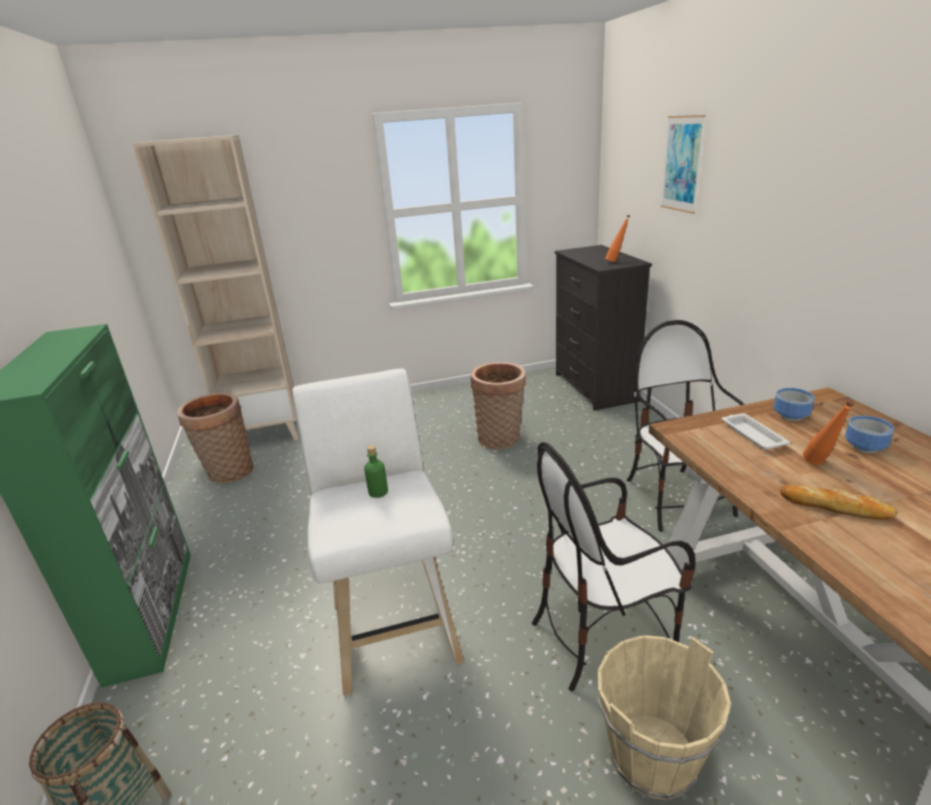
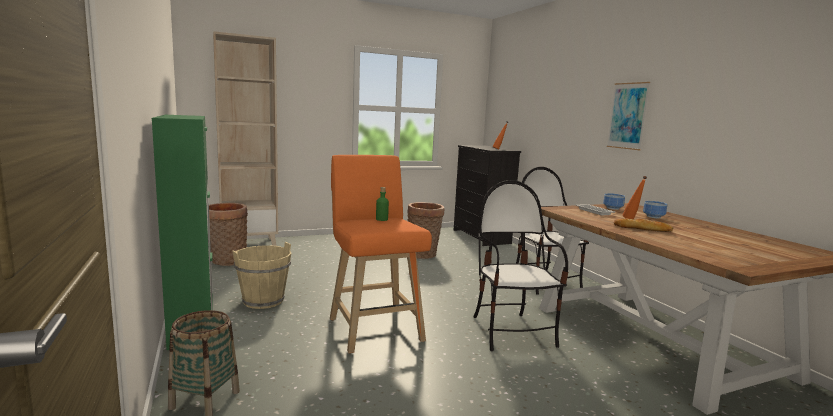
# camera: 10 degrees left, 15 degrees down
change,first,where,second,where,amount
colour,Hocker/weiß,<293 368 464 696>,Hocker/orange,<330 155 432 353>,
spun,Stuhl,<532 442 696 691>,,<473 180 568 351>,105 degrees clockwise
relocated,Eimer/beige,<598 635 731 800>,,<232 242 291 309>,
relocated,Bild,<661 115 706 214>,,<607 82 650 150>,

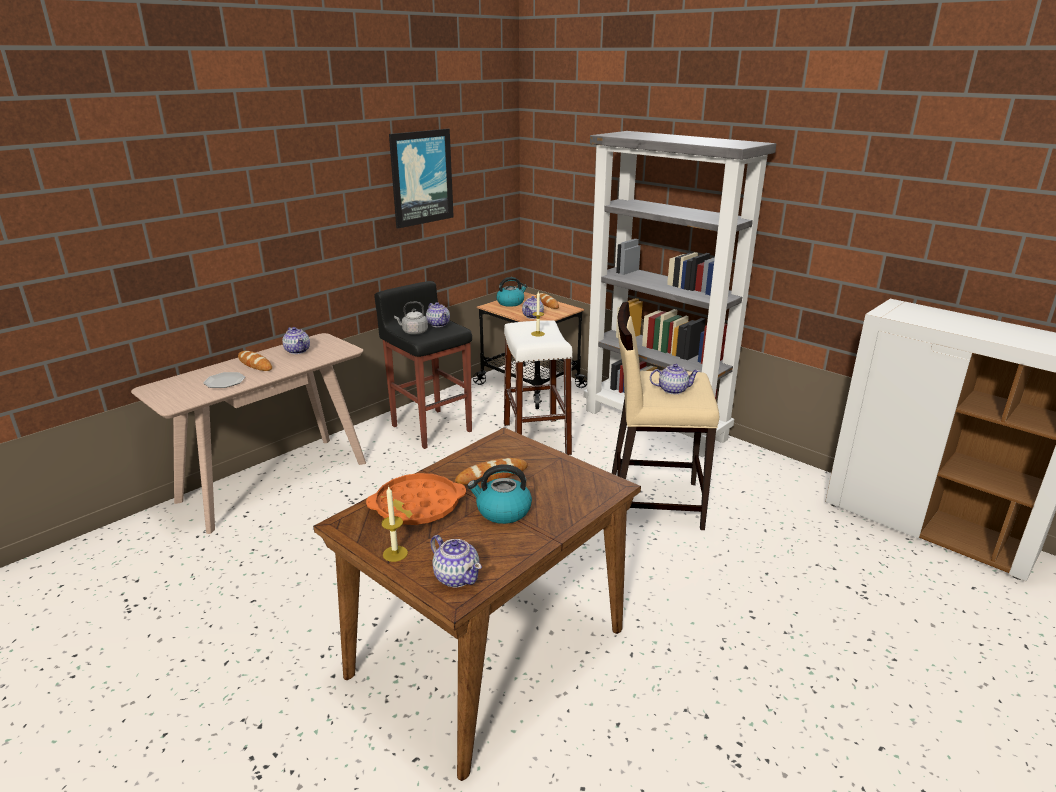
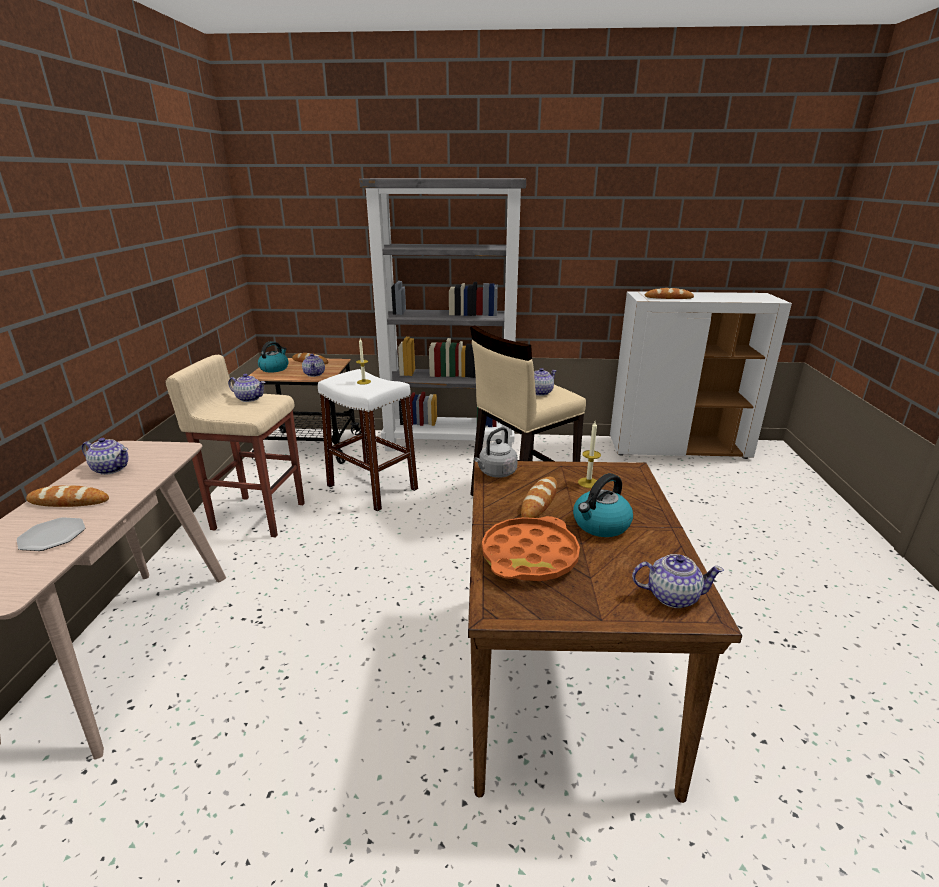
# camera: 40 degrees left, 0 degrees up
change,first,where,second,where,amount
colour,Hocker/schwarz,<374 281 472 449>,Hocker/beige,<165 355 305 537>,
relocated,Kerze,<381 487 408 562>,,<578 421 601 488>,
missing,Bild,<389 129 454 228>,,,
relocated,Wasserkessel/grau,<394 302 428 335>,,<474 427 518 478>,
appeared,,,Brot,<645 288 694 299>,

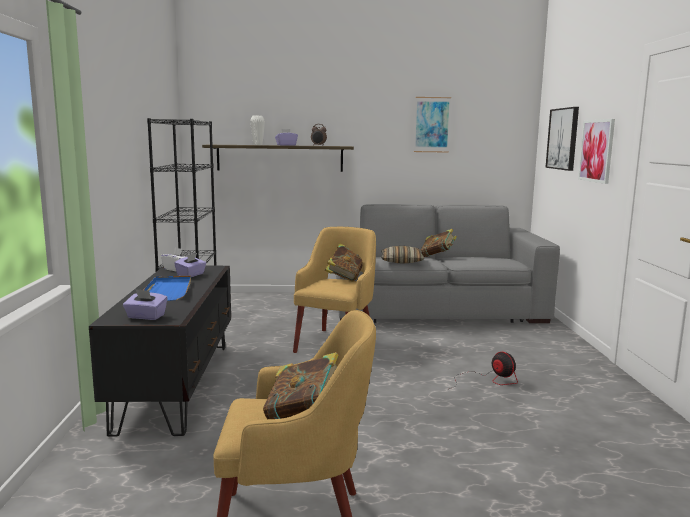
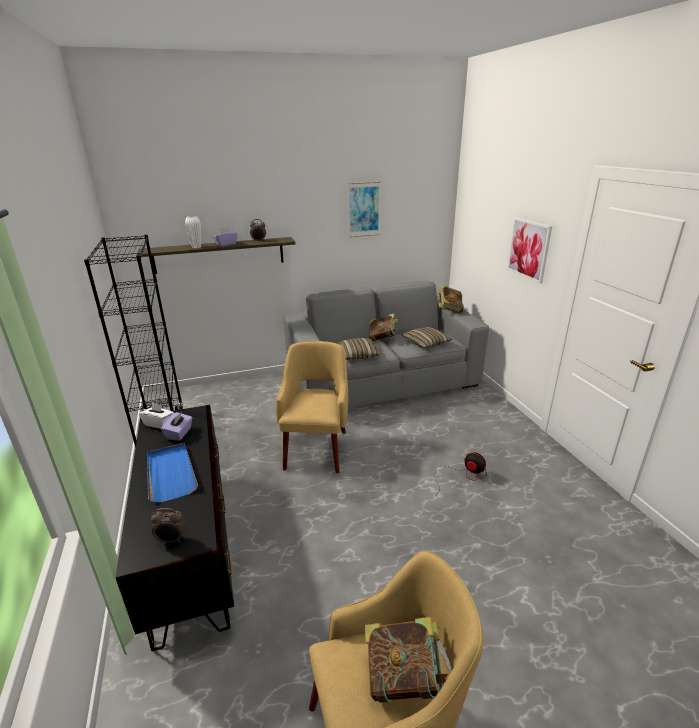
# camera: 15 degrees left, 15 degrees up
change,first,where,second,where,amount
exchanged,Taschentuchbox/lila,<123 289 168 320>,Wecker,<151 508 185 544>,
relocated,Buch,<325 243 363 282>,,<438 284 464 313>,
missing,Bild,<545 107 579 171>,,,
appeared,,,Kissen,<402 327 452 348>,

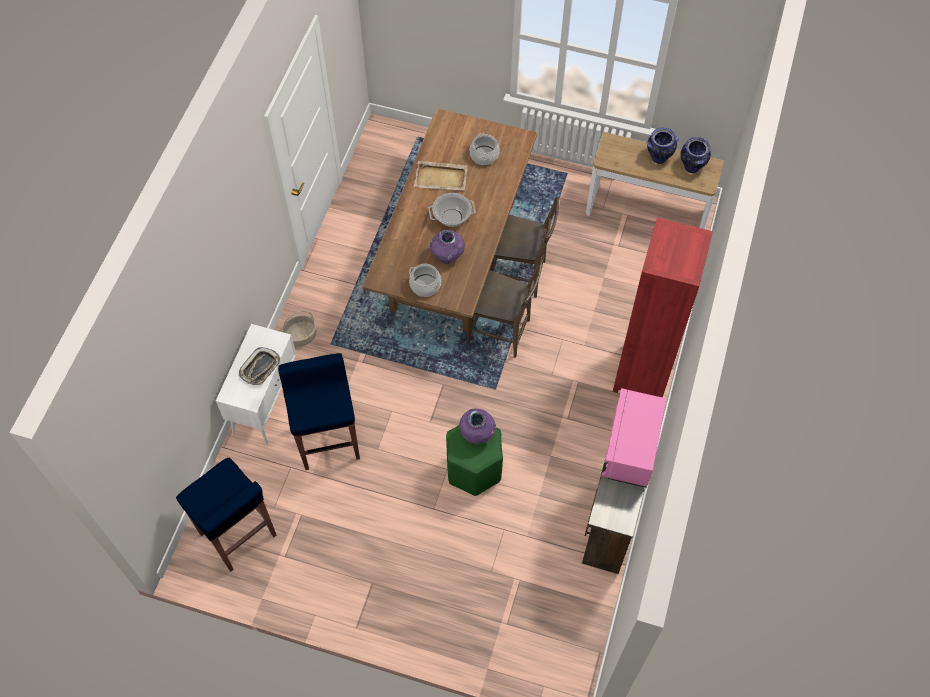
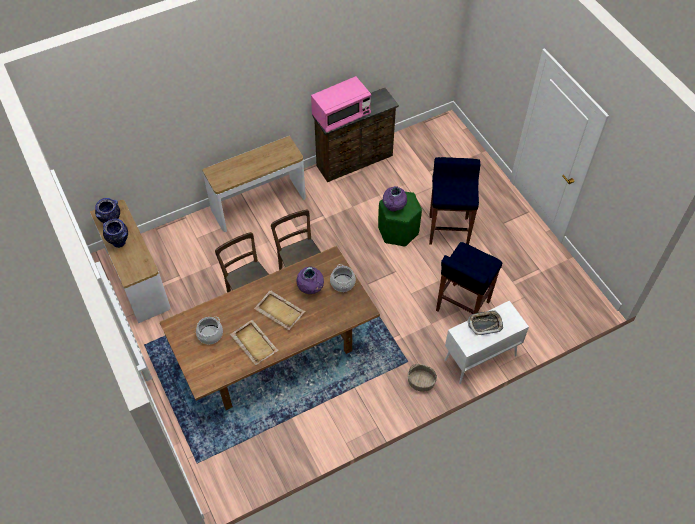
# camera: 135 degrees left, 5 degrees down
change,first,where,second,where,amount
relocated,Hocker/blau,<176 458 276 572>,,<429 157 481 245>,
exchanged,Kochtopf,<428 193 476 227>,Tablett/beige,<254 290 305 330>,
exchanged,Bücherregal/rot,<613 218 713 398>,Konsolentisch,<202 136 306 232>,

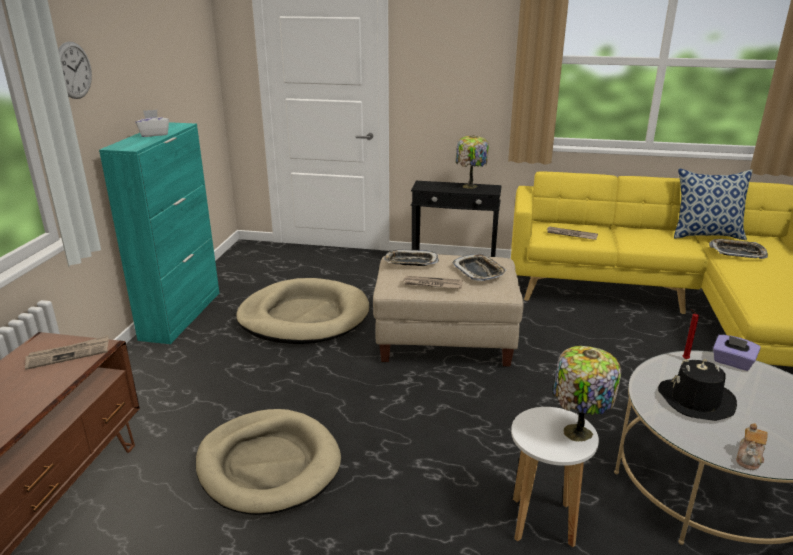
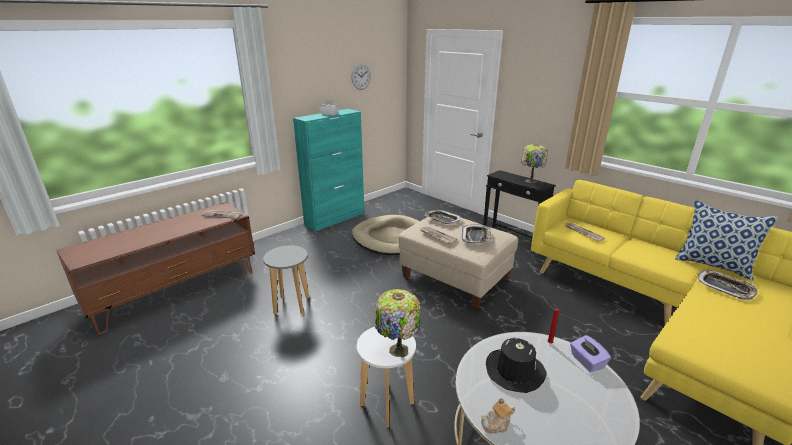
# camera: 35 degrees right, 0 degrees up
change,first,where,second,where,amount
relocated,Wanduhr,<58 42 92 99>,,<351 63 371 90>,
exchanged,Hundebett/beige,<196 409 341 515>,Hocker/grau,<263 245 310 315>,

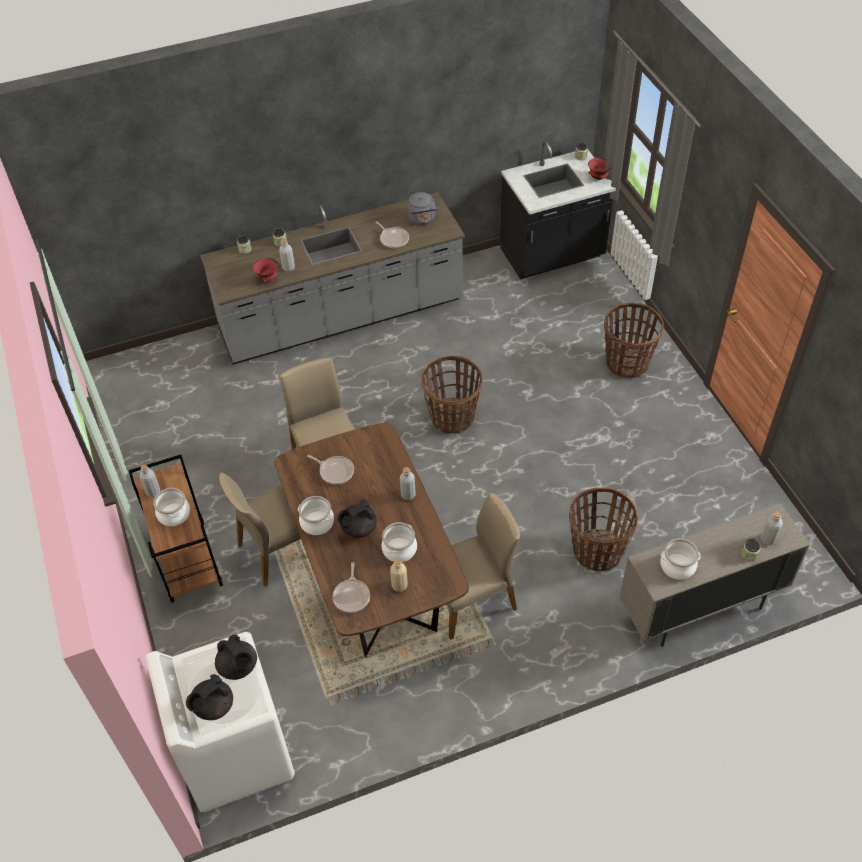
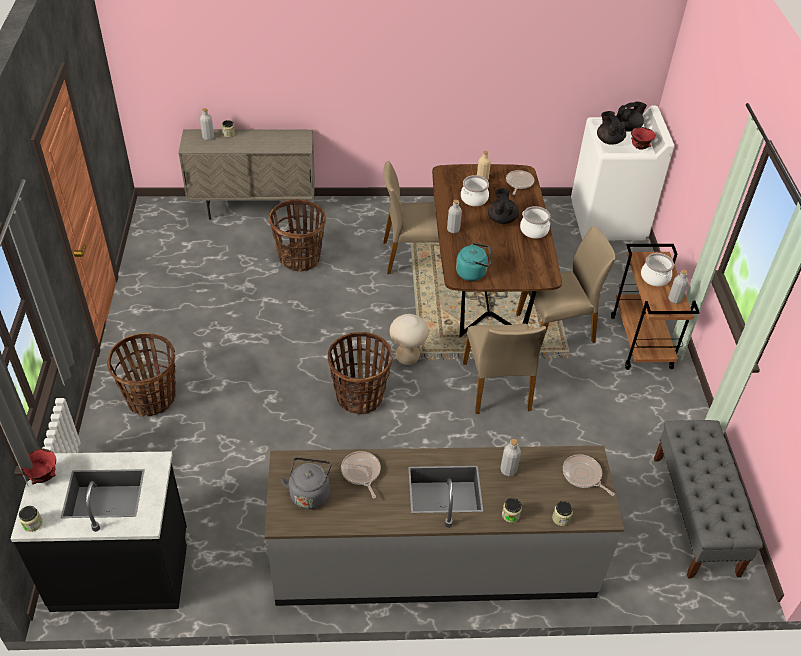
# camera: 165 degrees left, 5 degrees down
change,first,where,second,where,amount
relocated,Schüssel/rot,<253 258 278 282>,,<631 127 655 150>,
relocated,Pfanne,<307 455 354 485>,,<563 454 614 496>,
spun,Teekanne/schwarz,<337 499 377 538>,,<488 188 519 224>,75 degrees counterclockwise
missing,Kochtopf,<660 538 701 580>,,,
appeared,,,Hocker/beige,<389 314 429 365>,
appeared,,,Wasserkessel/türkis,<456 243 491 281>,
appeared,,,Bank/grau,<654 420 763 578>,

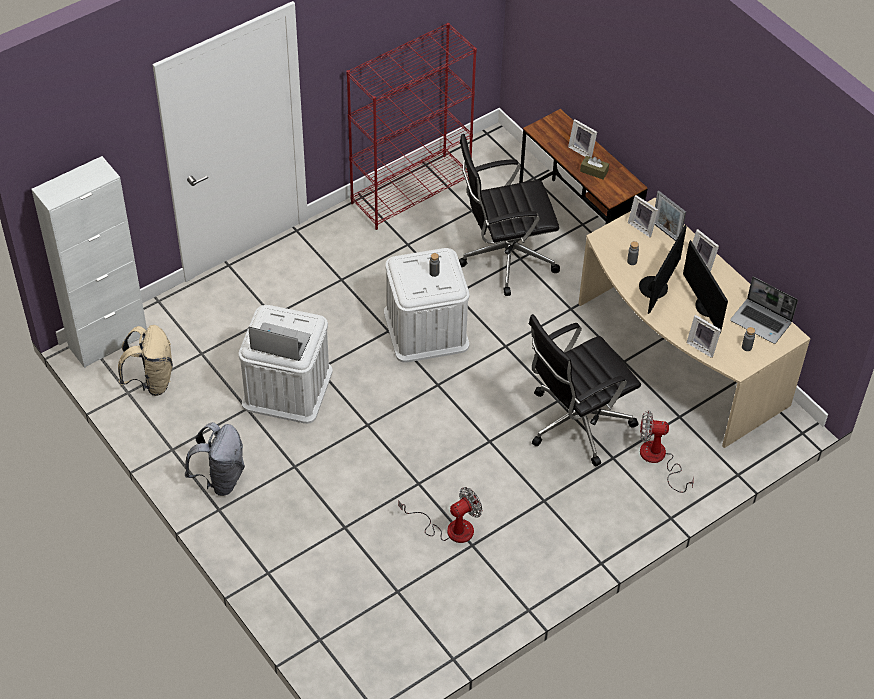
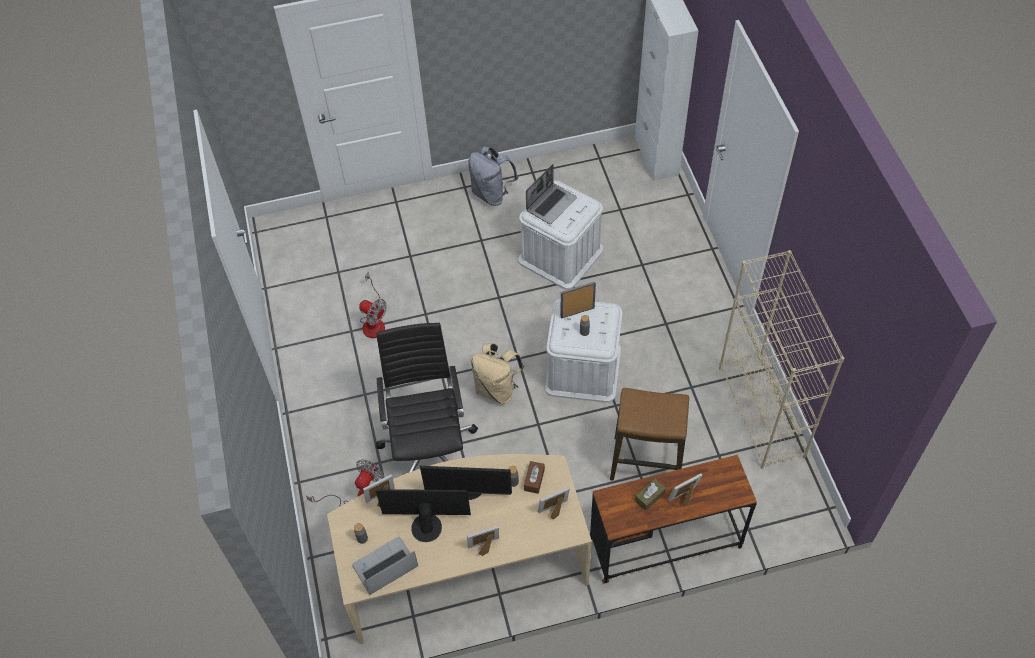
# camera: 115 degrees right, 5 degrees up
change,first,where,second,where,amount
relocated,Rucksack/beige,<118 325 173 396>,,<471 343 524 404>,
colour,Bücherregal/rot,<346 23 477 230>,Bücherregal/beige,<719 250 844 469>,
spun,Ventilator,<398 487 482 543>,,<359 272 387 338>,45 degrees counterclockwise
exchanged,Bürostuhl/schwarz,<459 134 560 296>,Hocker,<610 388 689 480>,
spun,Monitor,<639 225 687 314>,,<420 466 512 500>,45 degrees counterclockwise
relocated,Bilderrahmen,<655 191 686 241>,,<561 282 596 319>,
appeared,,,Taschentuchbox/braun,<524 461 545 494>,

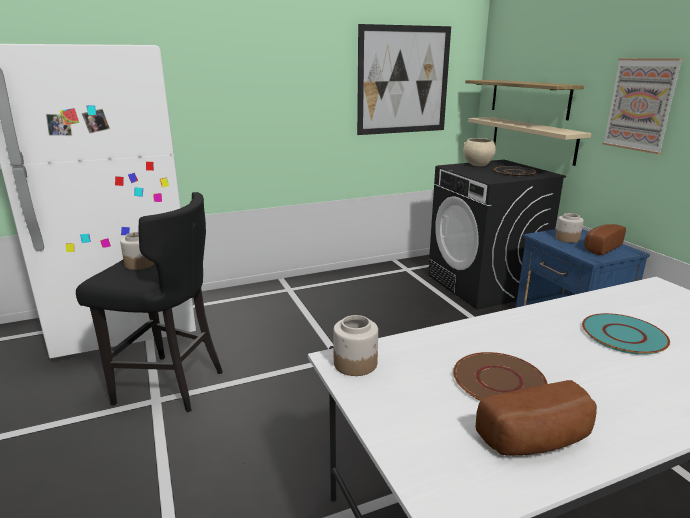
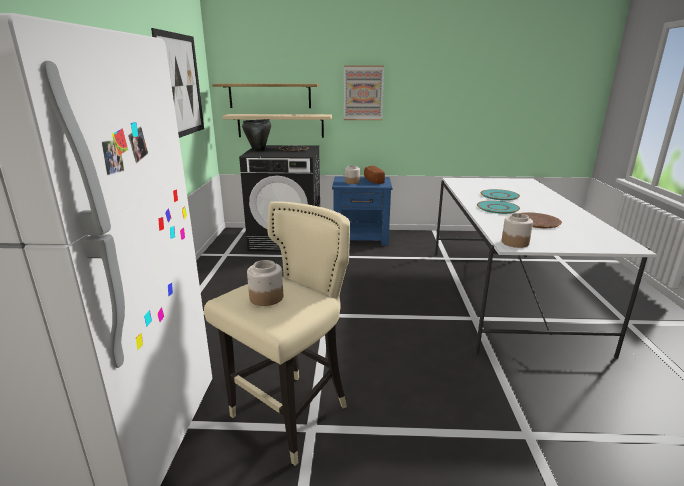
# camera: 65 degrees left, 0 degrees up
change,first,where,second,where,amount
colour,Hocker/schwarz,<76 192 222 412>,Hocker/beige,<204 202 350 466>,
exchanged,Schüssel/beige,<463 138 496 166>,Kochtopf/schwarz,<242 119 271 151>,
missing,Brot,<476 380 597 456>,,,
appeared,,,Teller/türkis,<477 200 520 214>,

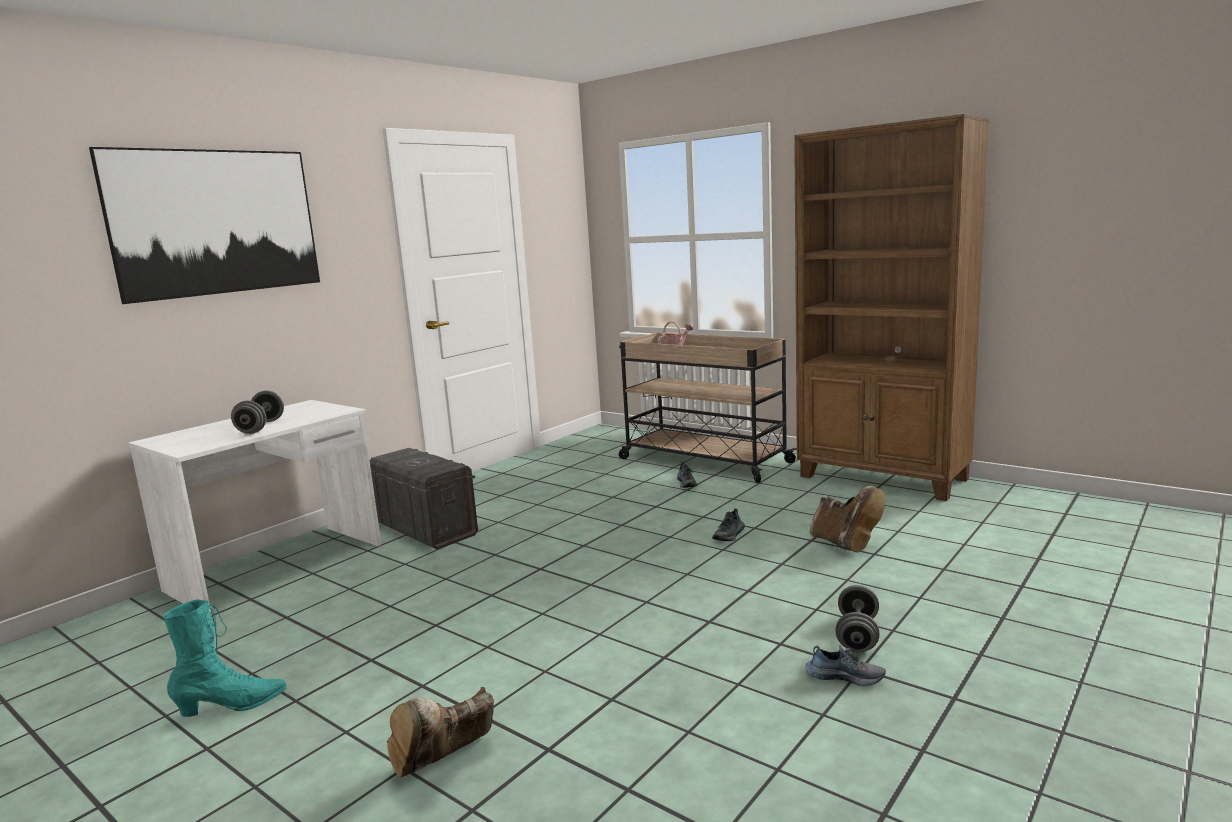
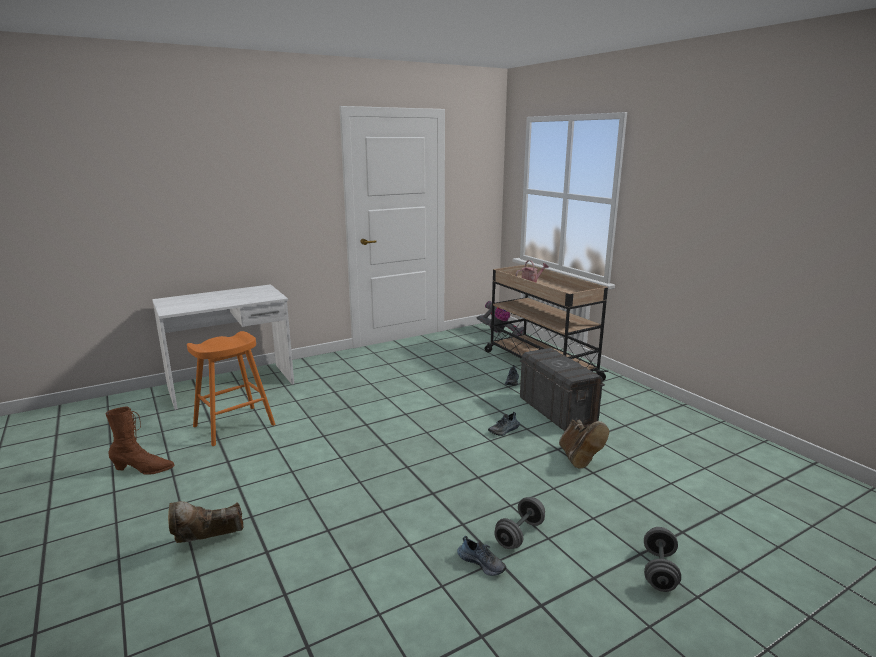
# camera: 20 degrees right, 5 degrees up
change,first,where,second,where,amount
missing,Bild,<89 147 320 304>,,,
colour,Stiefel/türkis,<163 599 287 717>,Stiefel/braun,<105 407 174 475>,
relocated,Hantel/grau,<231 390 284 434>,,<644 527 681 592>,
relocated,Aufbewahrungsbox/grau,<370 448 478 550>,,<520 348 605 431>,
missing,Bücherregal/braun,<794 114 989 501>,,,
appeared,,,Hocker/orange,<187 331 275 446>,
appeared,,,Staubsauger,<477 301 524 337>,

